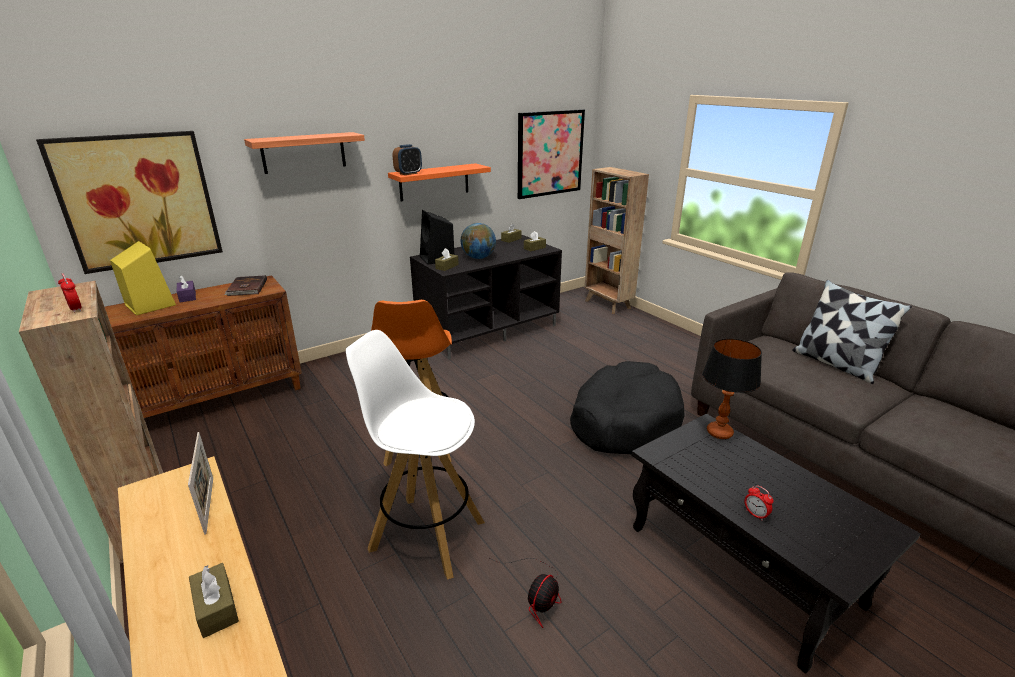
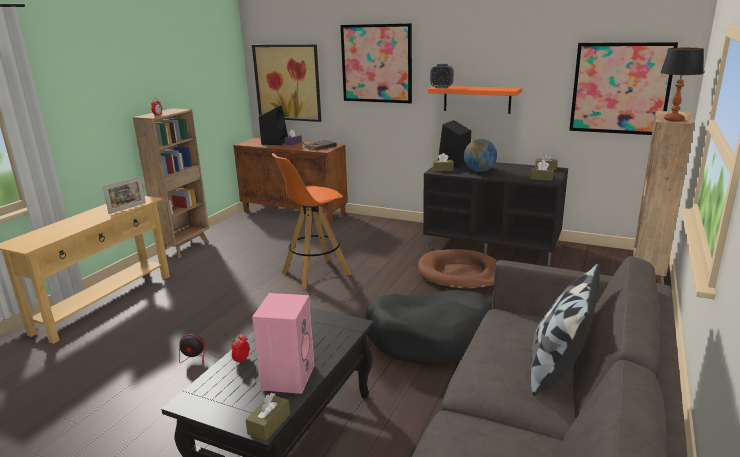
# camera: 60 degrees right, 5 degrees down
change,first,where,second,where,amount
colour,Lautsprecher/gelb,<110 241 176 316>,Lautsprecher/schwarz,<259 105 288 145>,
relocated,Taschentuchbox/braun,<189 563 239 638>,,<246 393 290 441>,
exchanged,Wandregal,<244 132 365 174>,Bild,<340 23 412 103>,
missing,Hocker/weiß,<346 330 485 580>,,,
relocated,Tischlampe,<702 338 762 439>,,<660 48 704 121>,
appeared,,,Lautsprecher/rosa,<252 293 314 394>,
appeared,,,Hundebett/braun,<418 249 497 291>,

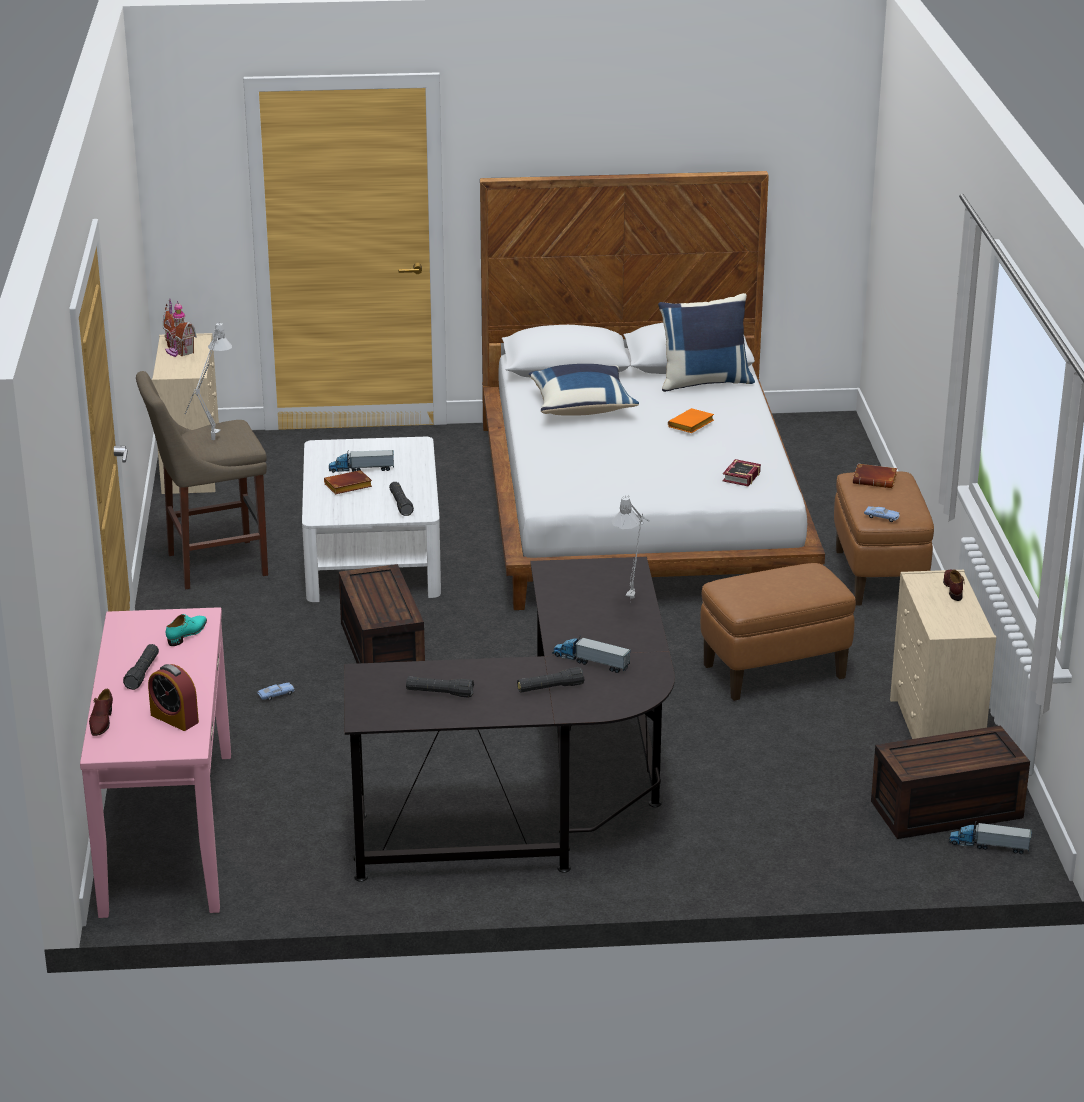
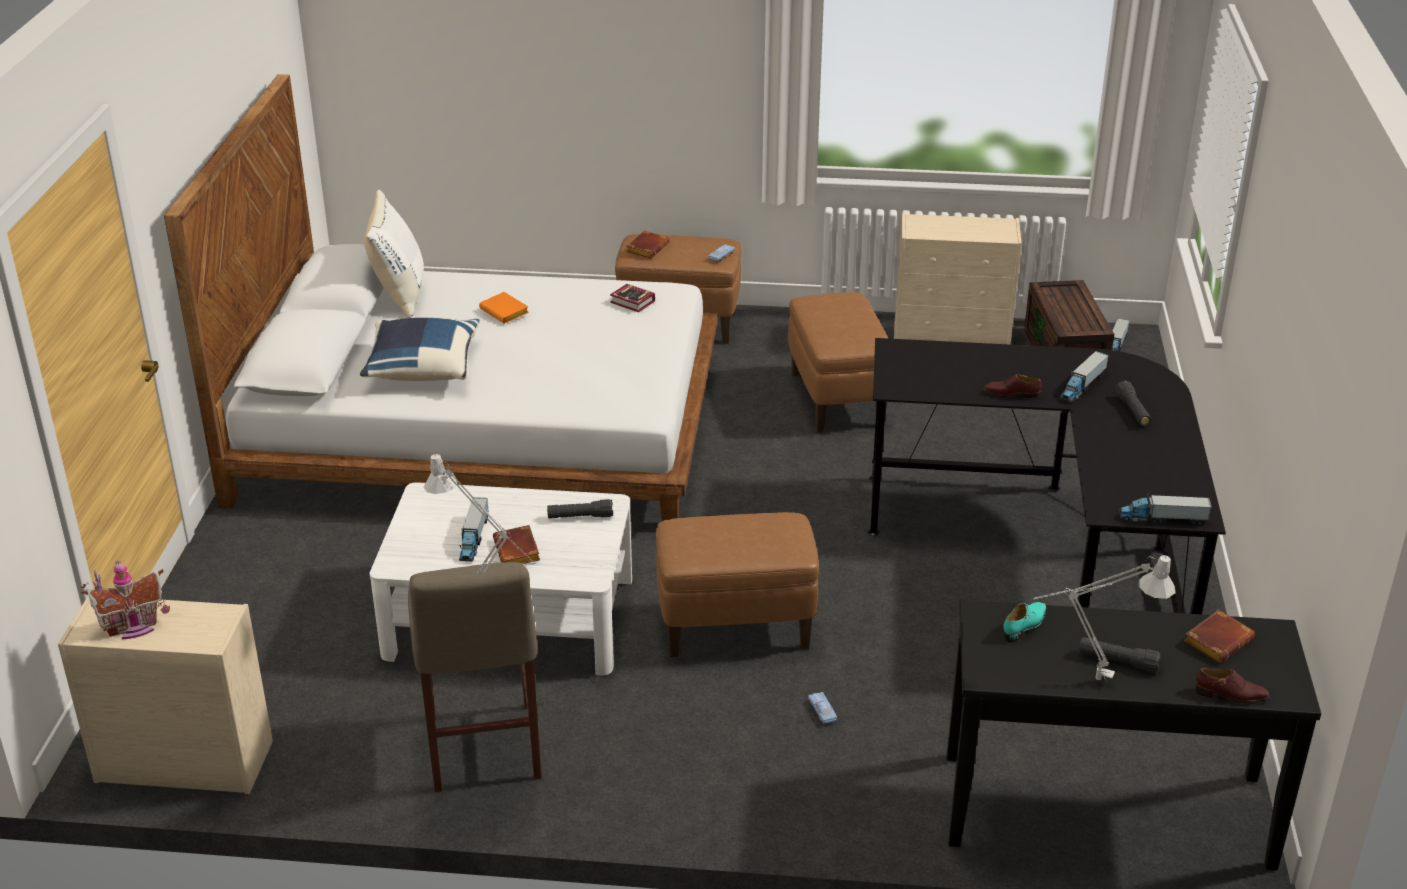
# camera: 80 degrees left, 5 degrees up
change,first,where,second,where,amount
colour,Konsolentisch/rosa,<80 607 231 918>,Konsolentisch/schwarz,<947 600 1321 870>,
exchanged,Wecker,<148 664 199 731>,Buch/braun,<1184 610 1255 663>,
spun,Schuh/türkis,<166 614 207 646>,,<1003 602 1046 642>,90 degrees clockwise
exchanged,Aufbewahrungsbox/braun,<339 564 425 664>,Polsterhocker/braun,<656 512 819 657>,
missing,Taschenlampe/schwarz,<406 676 474 698>,,,
relocated,Tischlampe/grau,<612 494 650 601>,,<1034 555 1175 683>,
colour,Kissen/blau,<658 293 755 392>,Kissen/weiß,<364 190 424 318>,
relocated,Schuh/braun,<943 570 965 601>,,<984 374 1042 399>,
appeared,,,Spielzeuglaster,<1119 494 1212 525>,

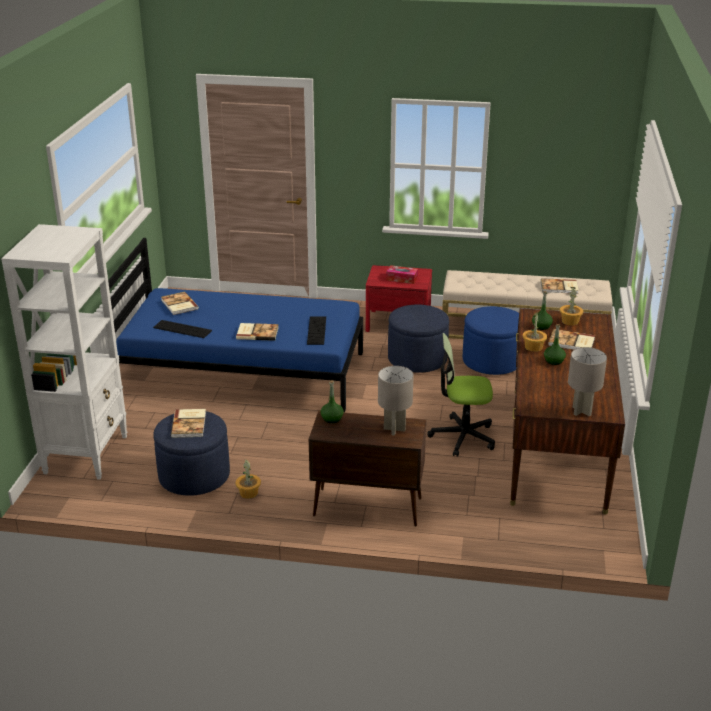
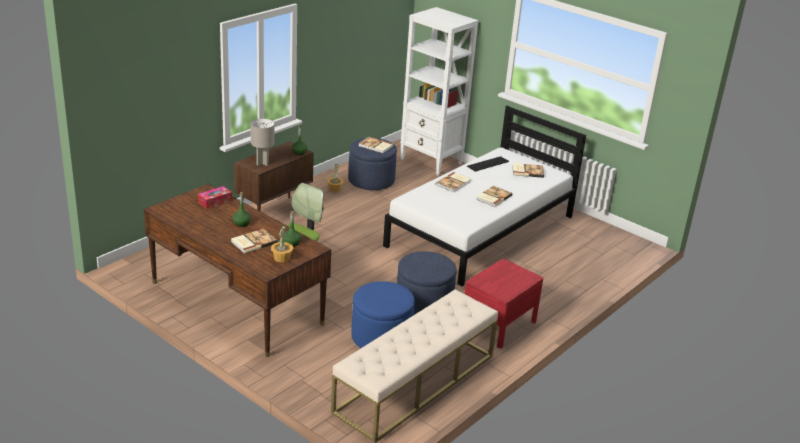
# camera: 120 degrees right, 0 degrees up
change,first,where,second,where,amount
colour,Bett/blau,<108 238 363 412>,Bett/weiß,<383 106 586 286>,
missing,Tastatur,<307 316 326 345>,,,
relocated,Taschentuchbox,<386 265 418 284>,,<198 186 232 209>,
missing,Topfpflanze,<523 312 547 352>,,,
relocated,Buch,<541 278 579 294>,,<476 186 512 207>,
missing,Tischlampe/grau,<568 347 607 416>,,,

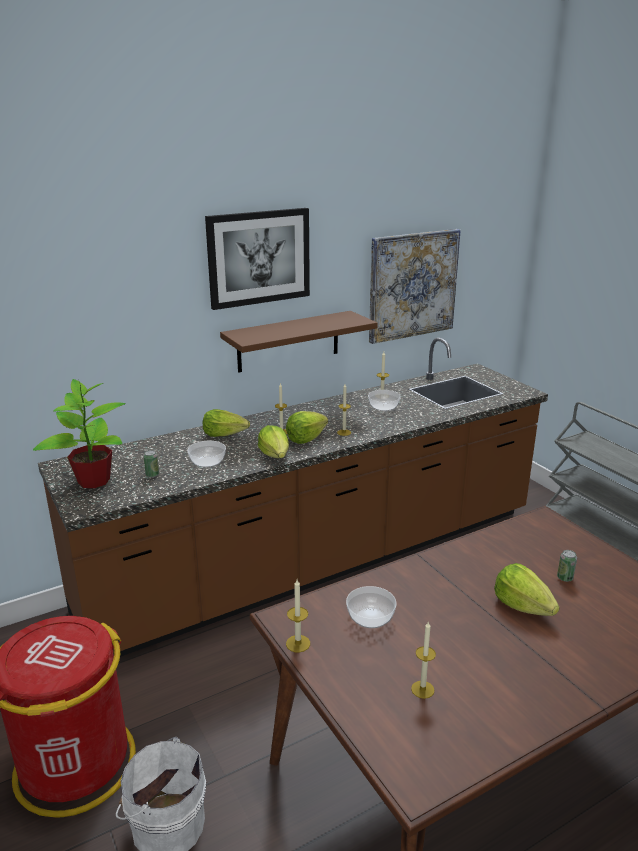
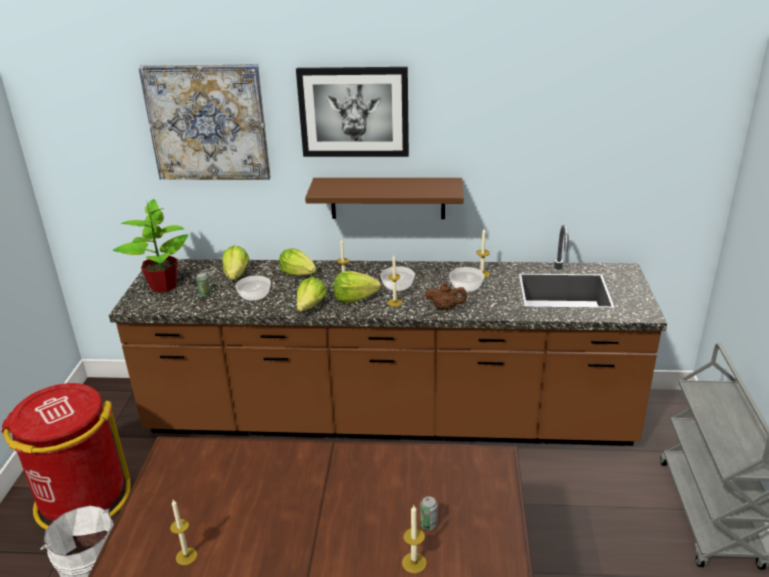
# camera: 35 degrees right, 5 degrees up
change,first,where,second,where,amount
relocated,Kerze,<286 580 310 652>,,<402 505 427 573>,
relocated,Schüssel,<346 586 397 628>,,<380 266 415 291>,
relocated,Bild,<369 229 461 344>,,<138 64 271 180>,
relocated,Salatkopf,<494 563 560 616>,,<222 246 249 280>,
appeared,,,Teekanne/braun,<425 282 467 310>,

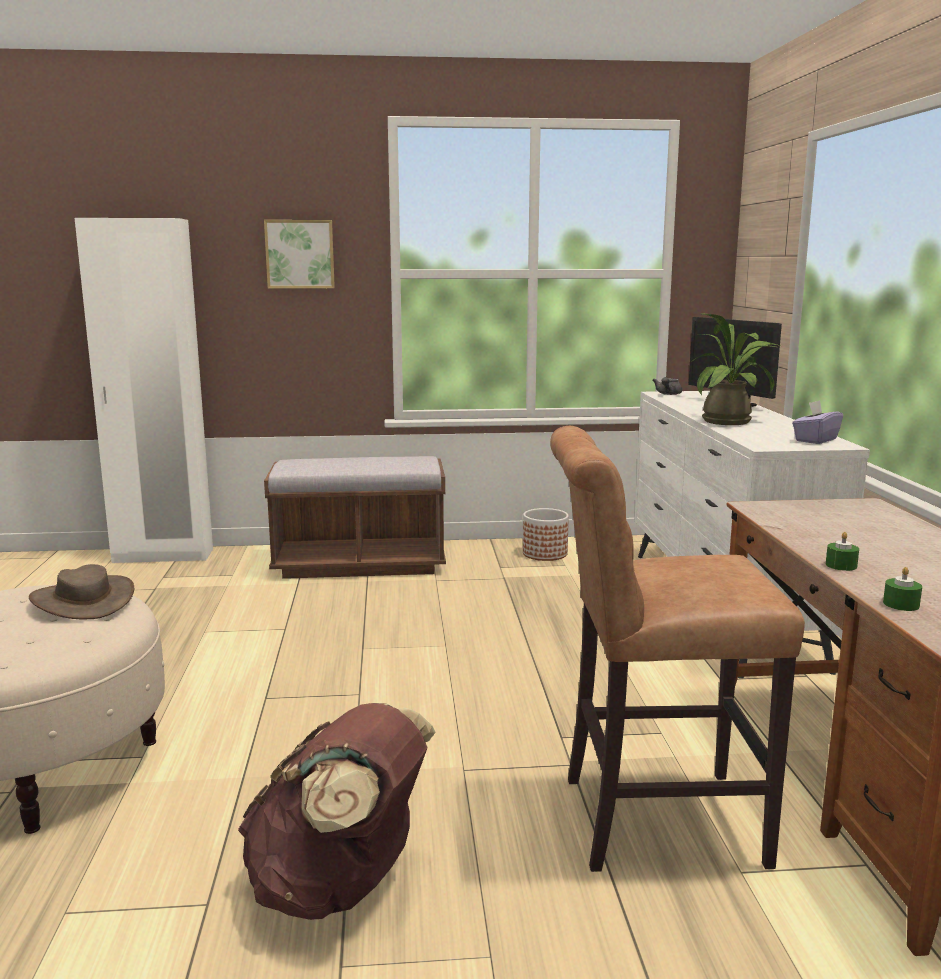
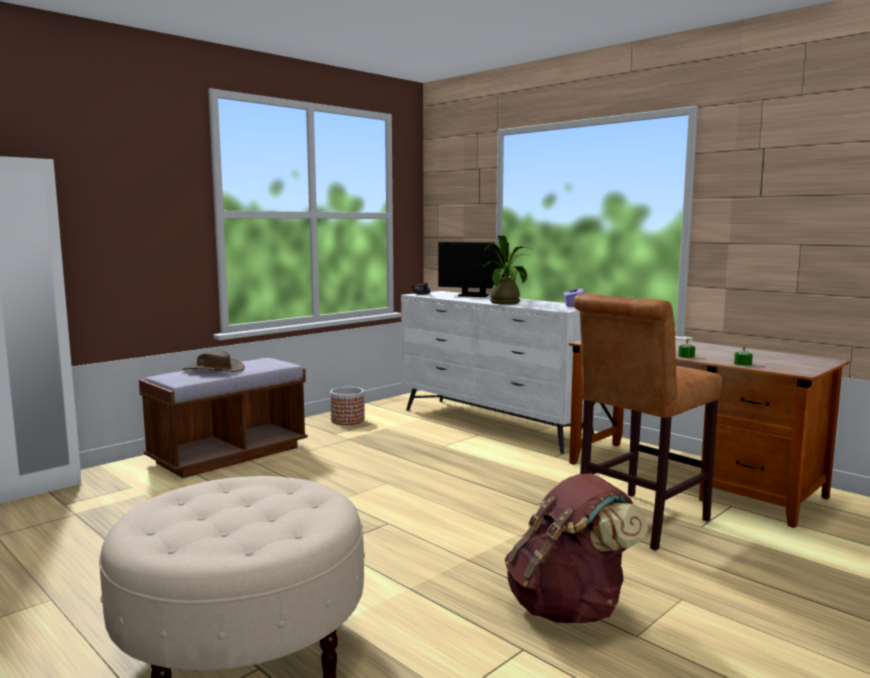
# camera: 40 degrees left, 5 degrees down
change,first,where,second,where,amount
relocated,Hut/braun,<29 564 134 619>,,<183 350 245 372>,
missing,Bild,<264 220 335 289>,,,

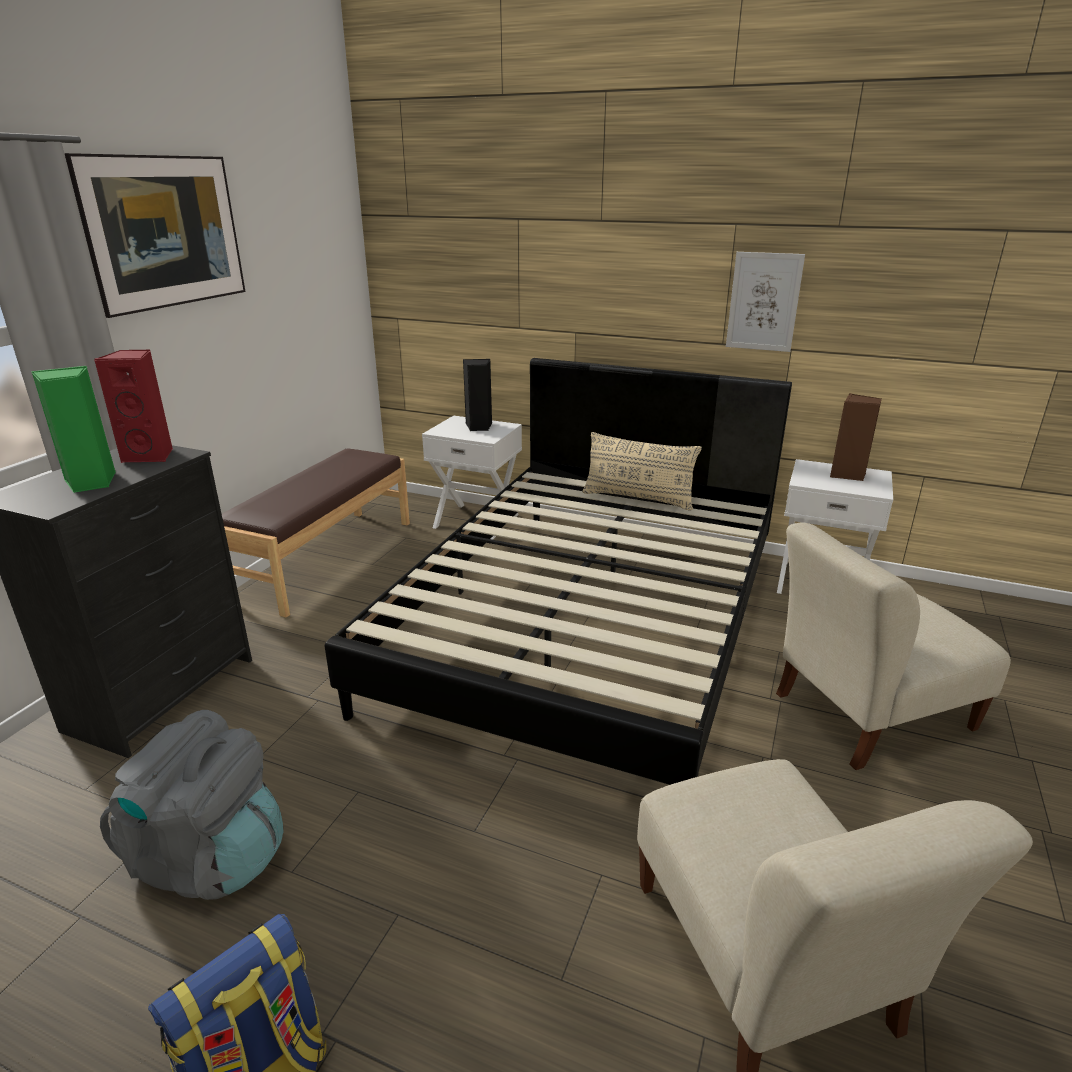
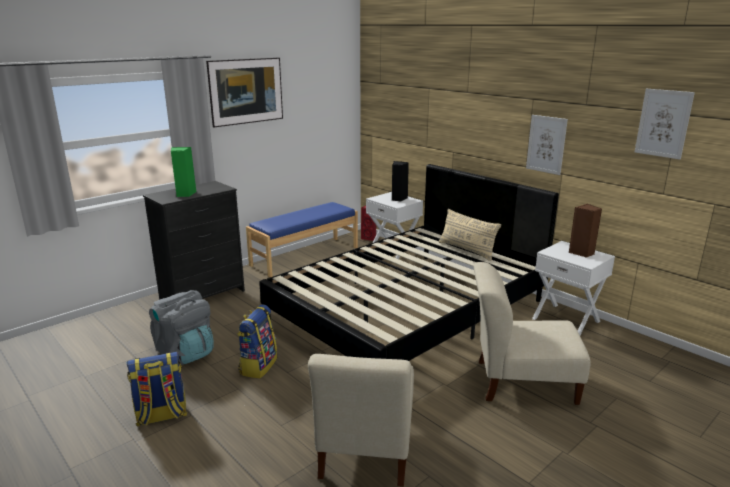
# camera: 25 degrees right, 5 degrees down
change,first,where,second,where,amount
relocated,Lautsprecher/rot,<94 350 173 463>,,<361 205 376 241>,
colour,Bank/braun,<222 448 410 618>,Bank/blau,<246 202 358 277>,
appeared,,,Rucksack,<237 304 277 379>,
appeared,,,Bild,<635 89 695 159>,

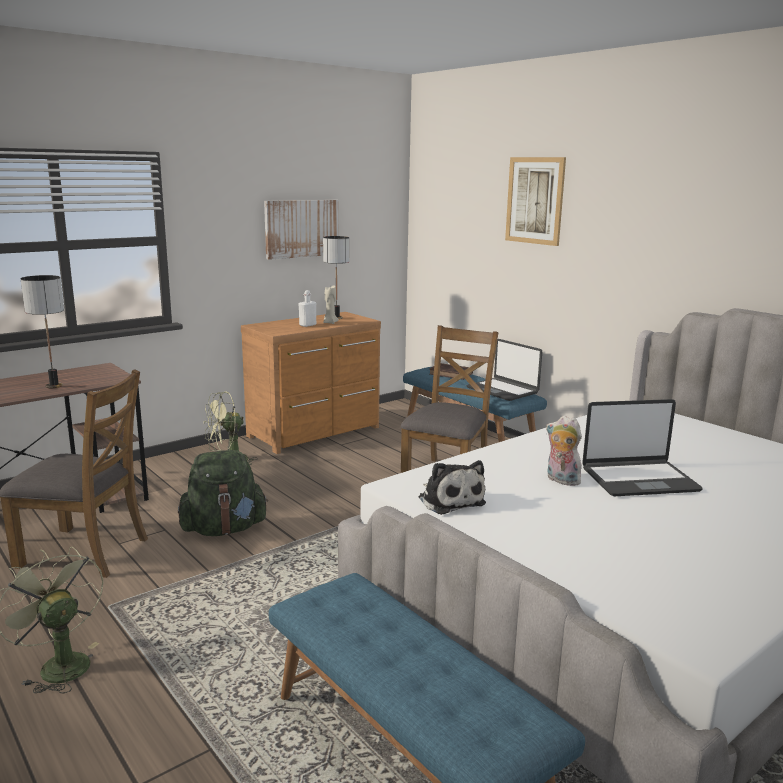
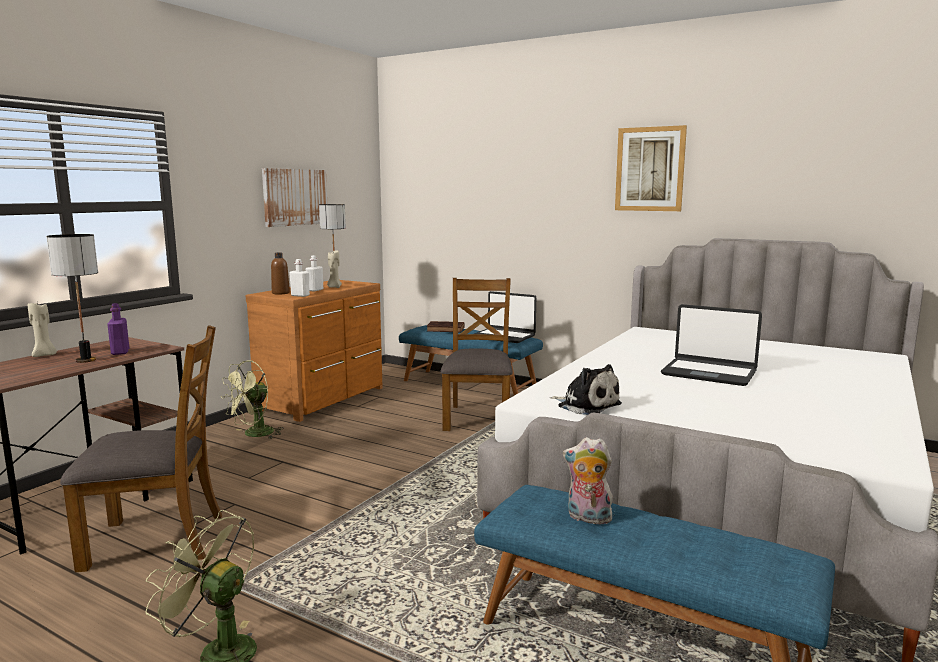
# camera: 20 degrees left, 5 degrees down
change,first,where,second,where,amount
missing,Rucksack/grün,<178 450 268 536>,,,
relocated,Bild,<505 157 566 246>,,<615 125 687 211>,
relocated,Plüschtier,<546 416 583 486>,,<563 437 614 525>,
spun,Laptop,<582 399 703 496>,,<661 304 762 386>,60 degrees clockwise
appeared,,,Kerze/beige,<28 303 57 357>,
appeared,,,Flasche/lila,<107 303 129 355>,
appeared,,,Flasche/braun,<271 253 290 295>,
appeared,,,Flasche/weiß,<289 259 310 297>,

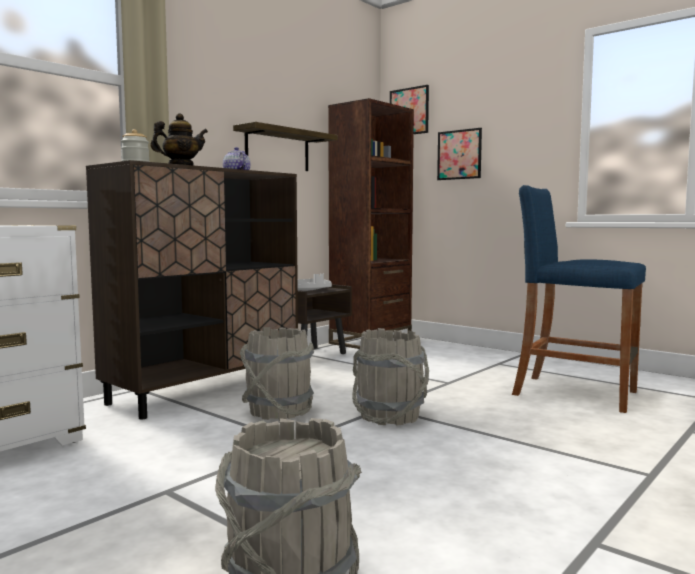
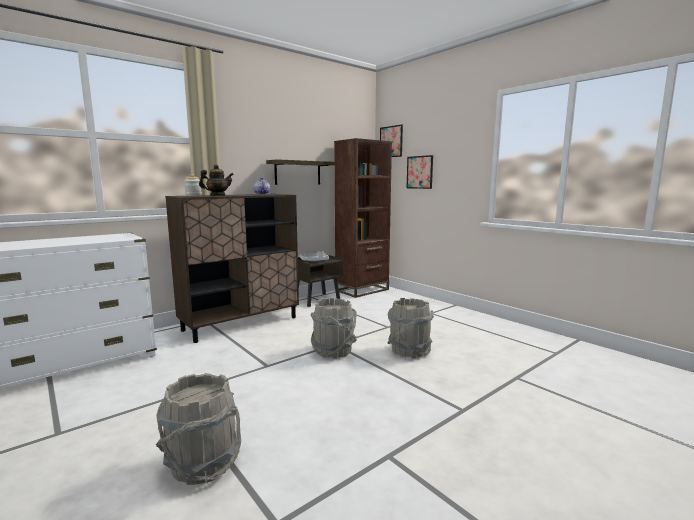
# camera: 10 degrees right, 5 degrees up
change,first,where,second,where,amount
relocated,Eimer/grau,<240 327 314 421>,,<387 298 434 359>,
missing,Hocker/blau,<512 185 646 413>,,,

